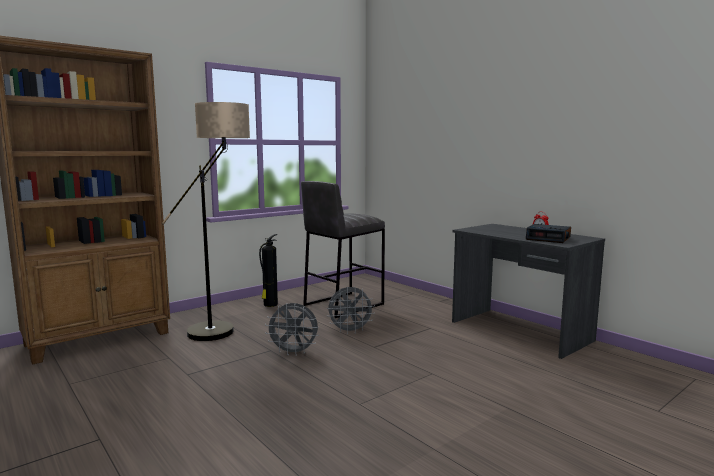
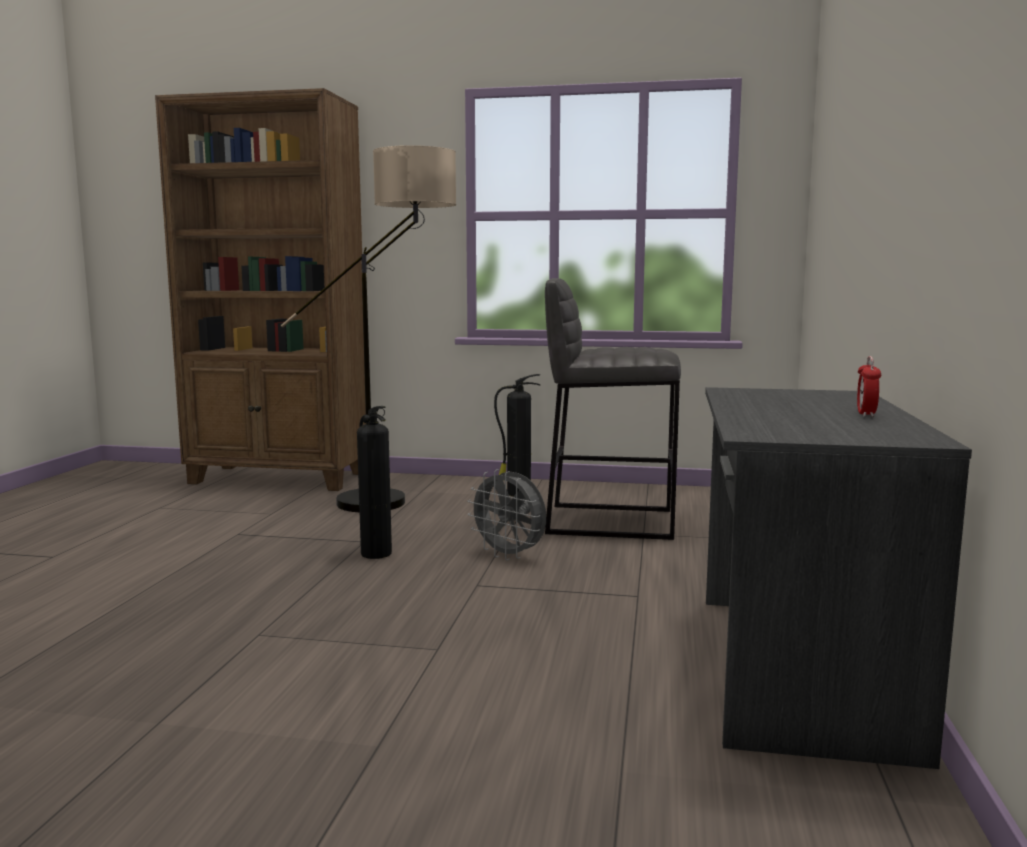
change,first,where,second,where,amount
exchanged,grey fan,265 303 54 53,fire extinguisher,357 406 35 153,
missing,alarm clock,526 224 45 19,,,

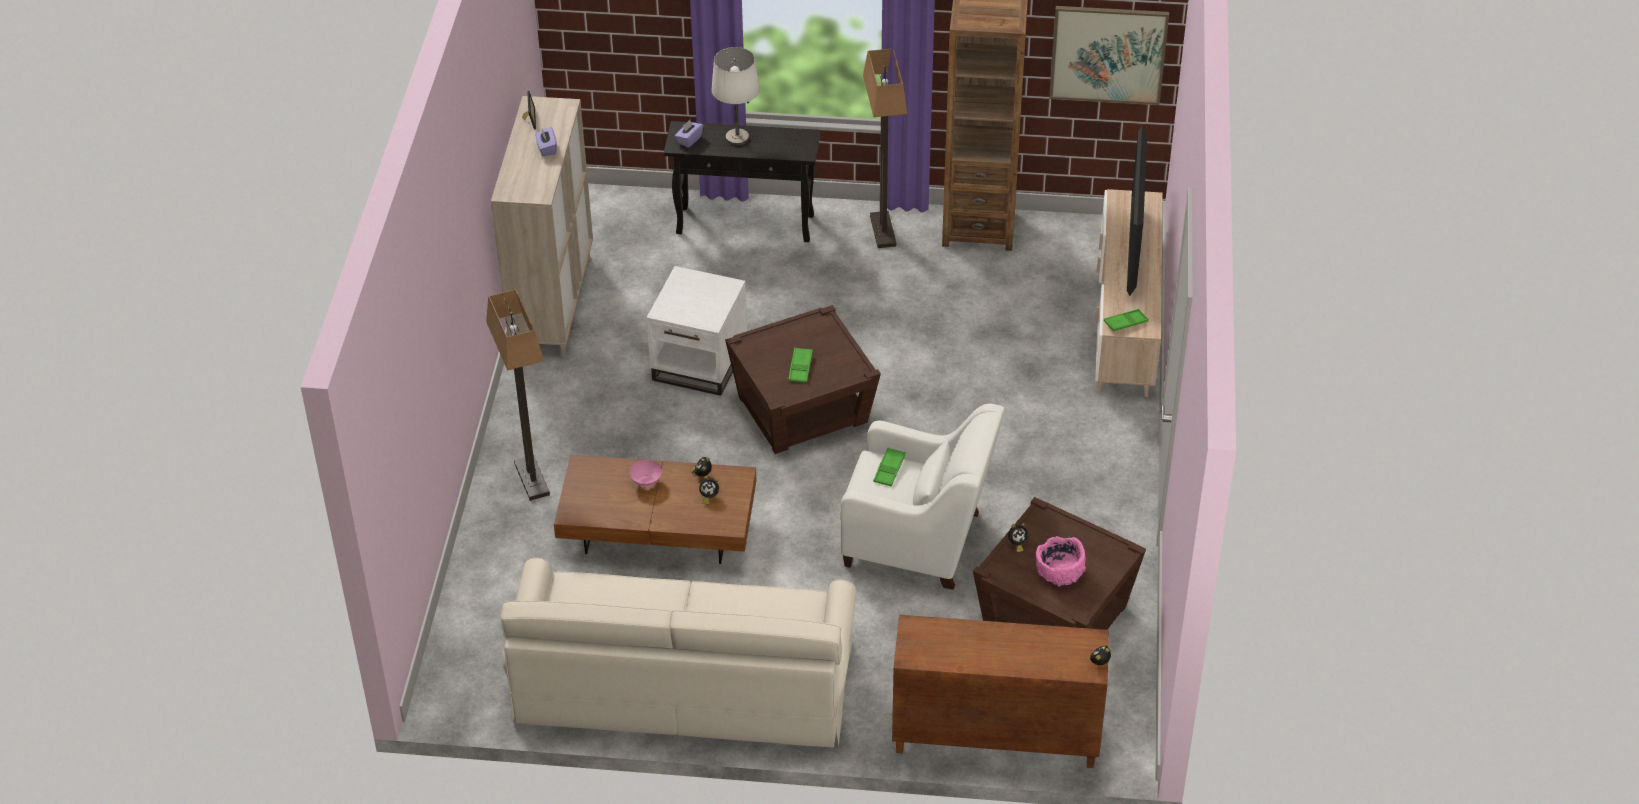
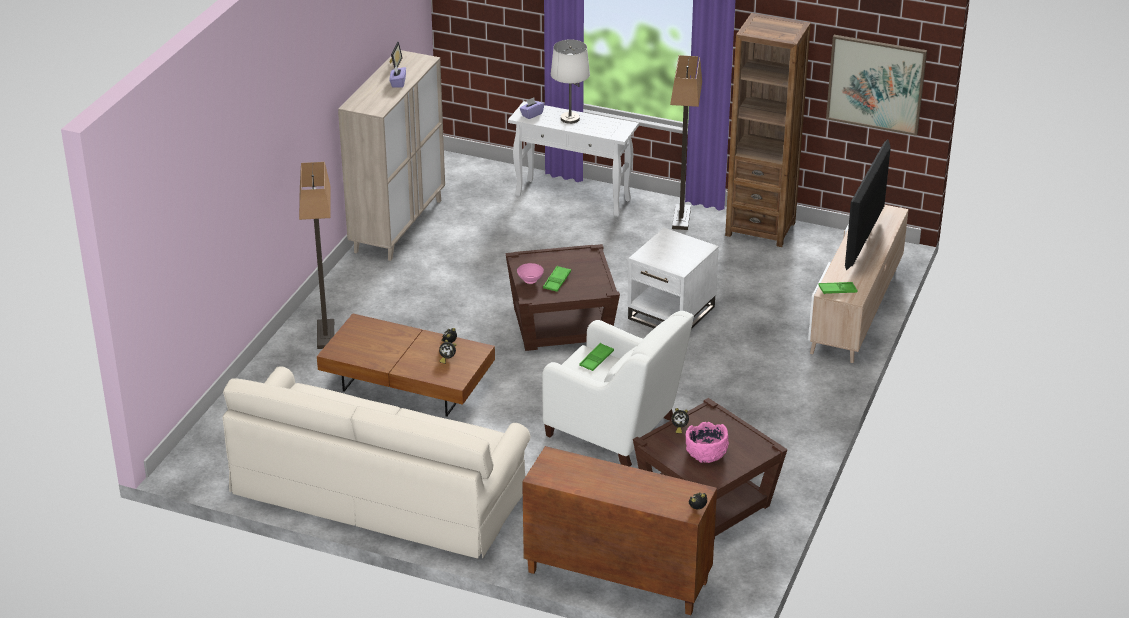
change,first,where,second,where,amount
relocated,pink bowl,629 460 33 27,,517 263 27 21,
relocated,white side table,647 266 100 130,,628 228 91 101,
colour,black console table,664 121 156 121,white console table,508 101 131 116,

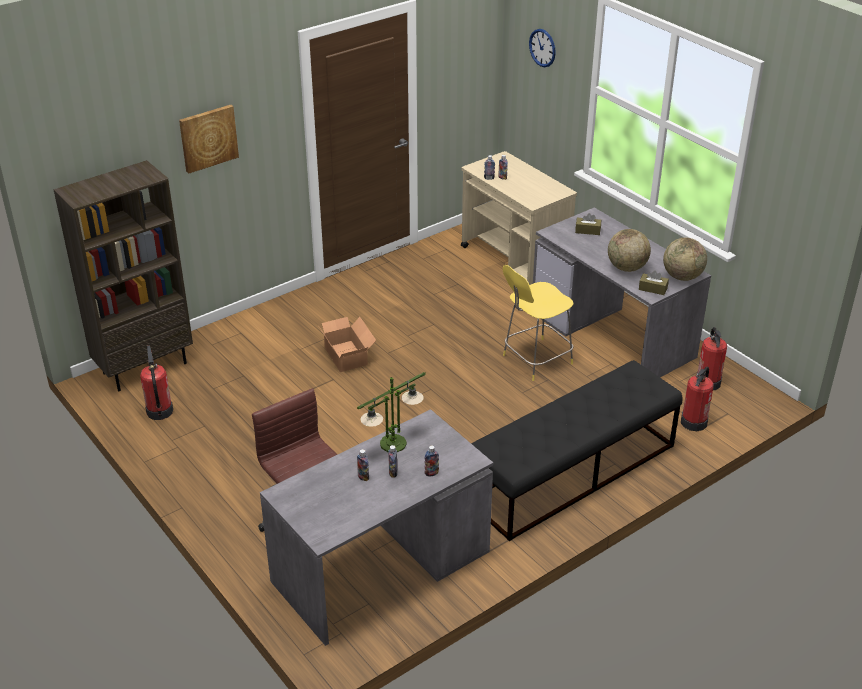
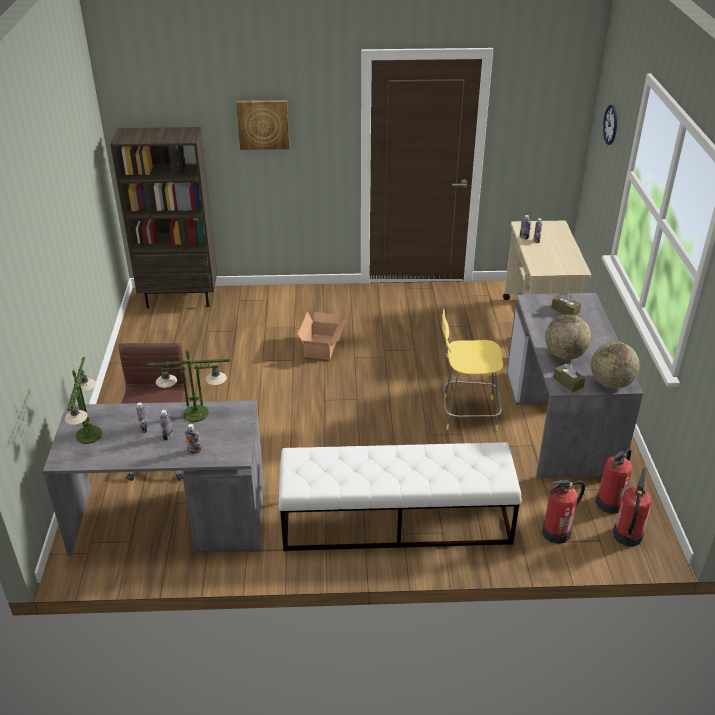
change,first,where,second,where,amount
relocated,fire extinguisher,140 345 33 75,,613 467 39 80,
colour,black bench,471 360 211 181,white bench,278 442 244 109,
appeared,,,table lamp,64 357 38 87,

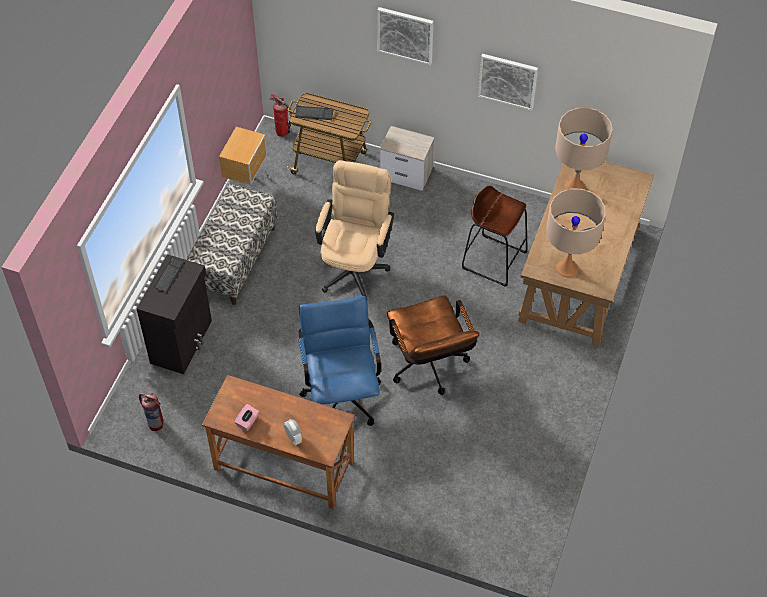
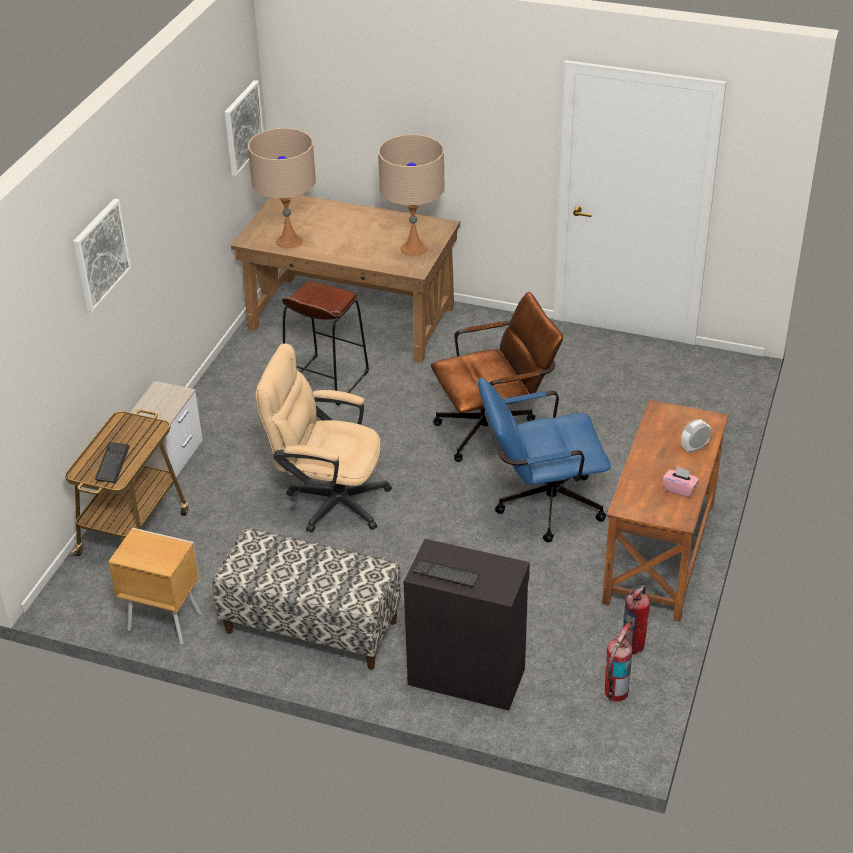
change,first,where,second,where,amount
relocated,fire extinguisher,270 94 22 43,,623 585 27 69,
relocated,picture,478 54 60 57,,225 80 39 96,

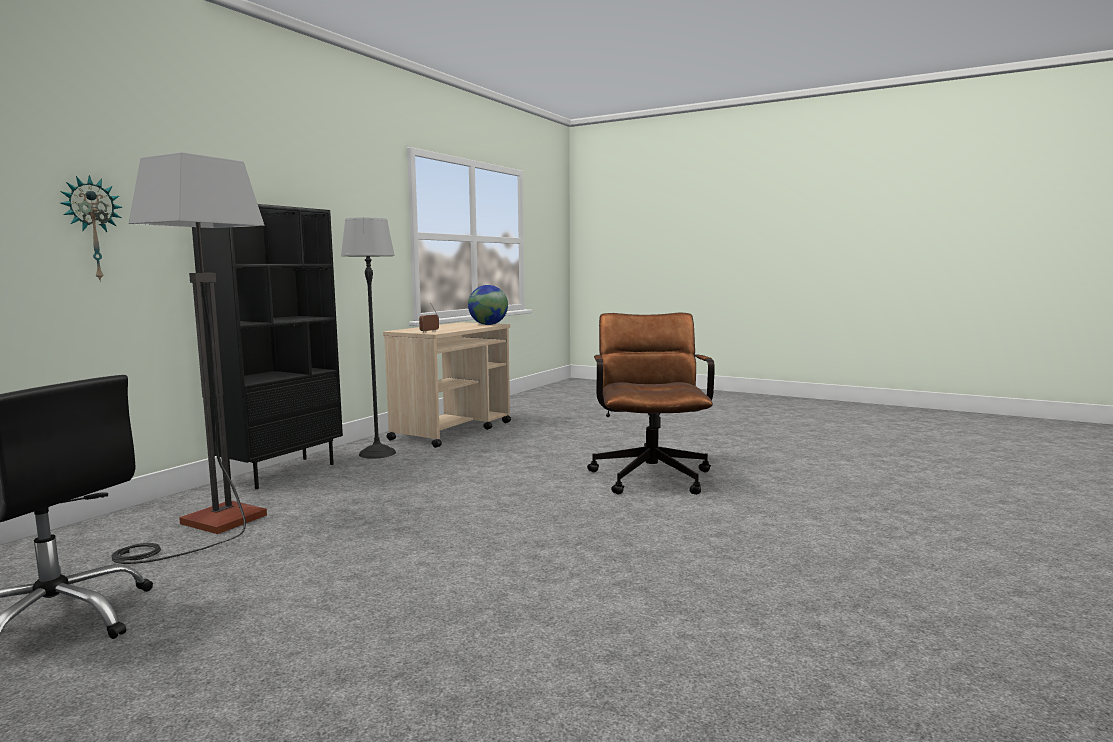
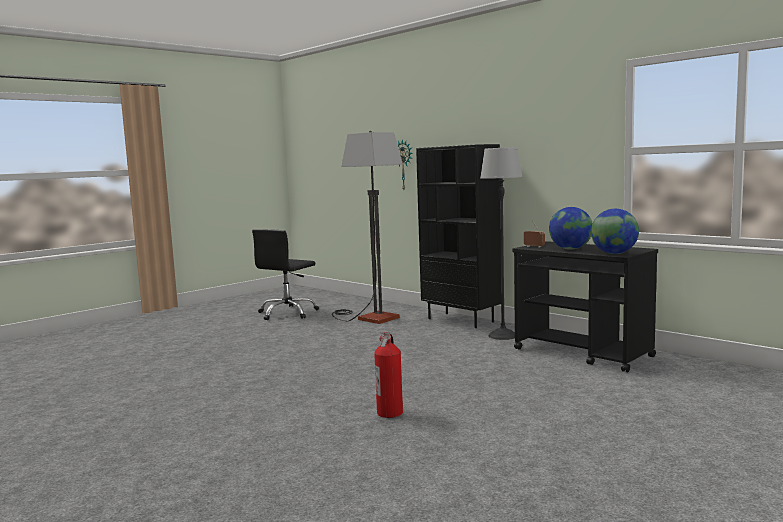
change,first,where,second,where,amount
colour,beige cart,383 322 128 126,black cart,513 241 145 131,
exchanged,brown office chair,587 313 128 182,fire extinguisher,374 332 29 86,
appeared,,,globe,549 207 44 43,

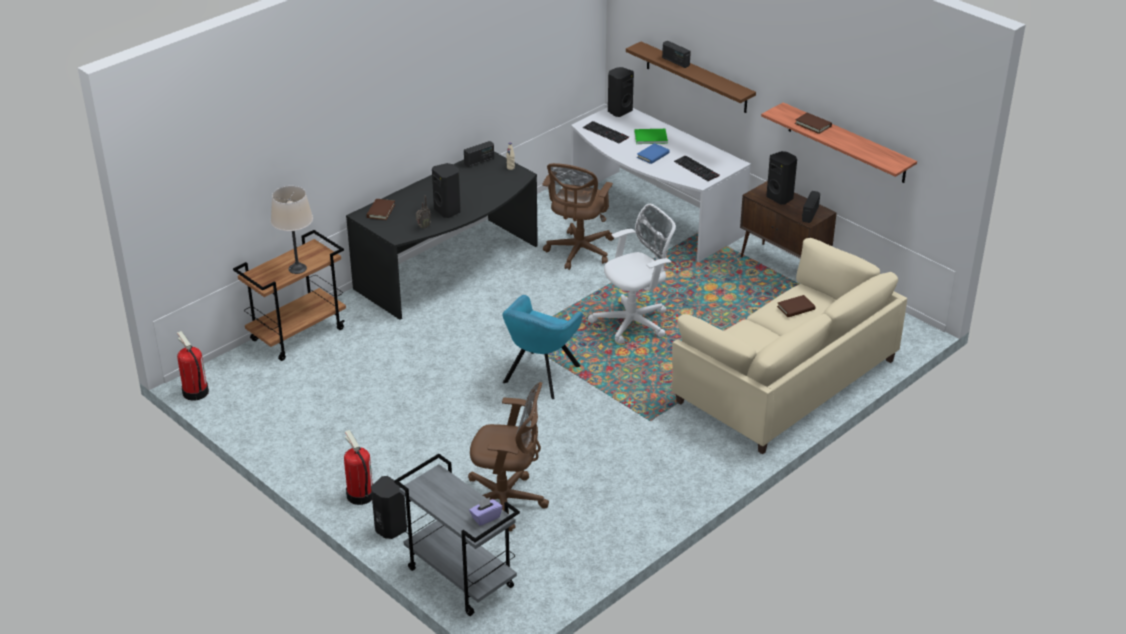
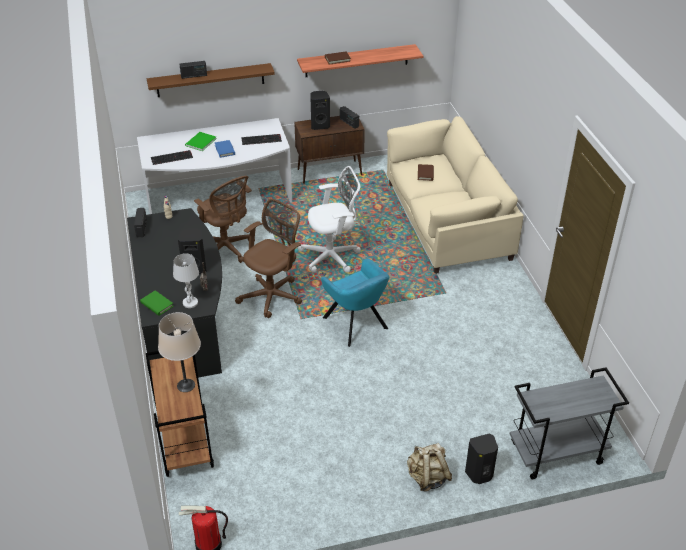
change,first,where,second,where,amount
exchanged,fire extinguisher,344 430 29 75,beige backpack,407 443 45 49,
colour,brown book,366 199 29 21,green book,140 290 34 26,
relocated,brown office chair,468 382 81 149,,235 199 67 119,
missing,purple tissue box,469 497 33 29,,,
spun,white office chair,588 204 88 140,,298 166 63 106,75 degrees clockwise
missing,black speaker,608 67 26 50,,,
appeared,,,white table lamp,173 253 26 55,

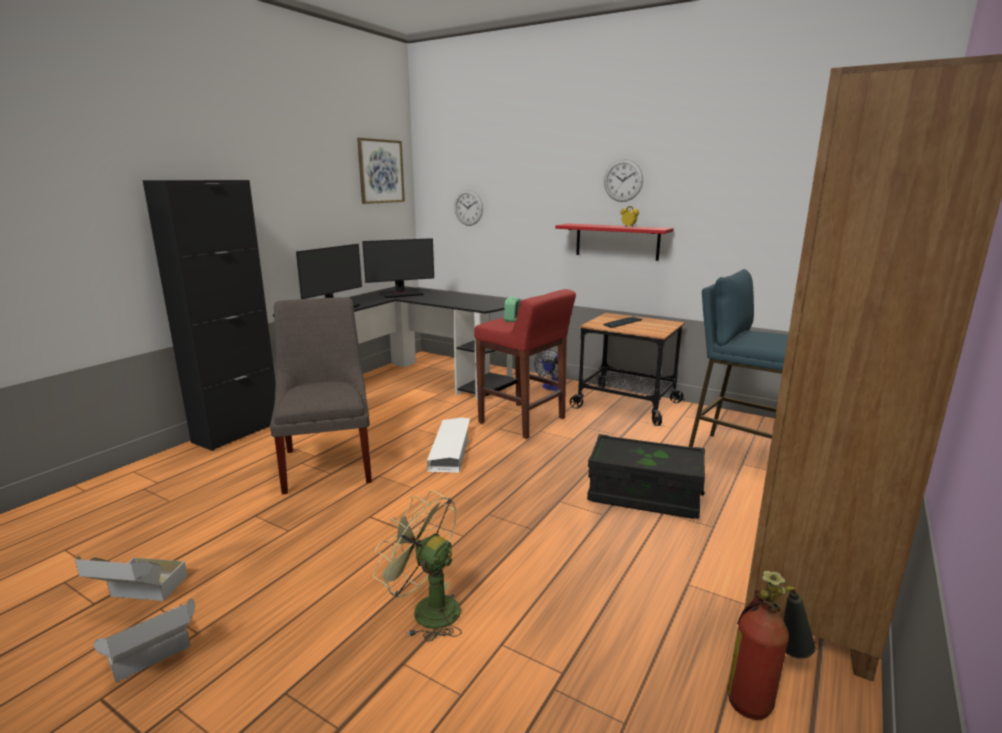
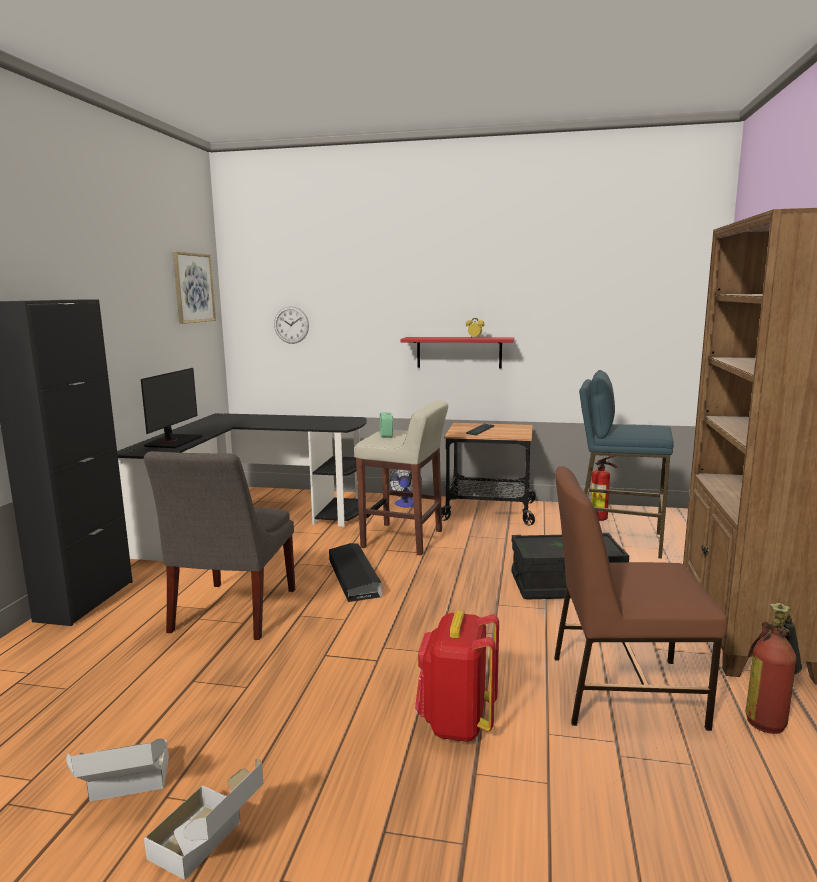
change,first,where,second,where,amount
spun,grey chair,270 297 102 198,,144 451 151 189,135 degrees counterclockwise
missing,monitor,362 238 72 60,,,
exchanged,green fan,373 490 89 152,red backpack,415 610 84 132,
colour,white storage box,427 417 43 56,black storage box,329 543 53 59,
colour,red stool,474 289 102 150,beige stool,354 400 94 155,
missing,wall clock,604 159 39 43,,,
appeared,,,brown chair,554 466 173 265,
appeared,,,fire extinguisher,591 456 27 65,

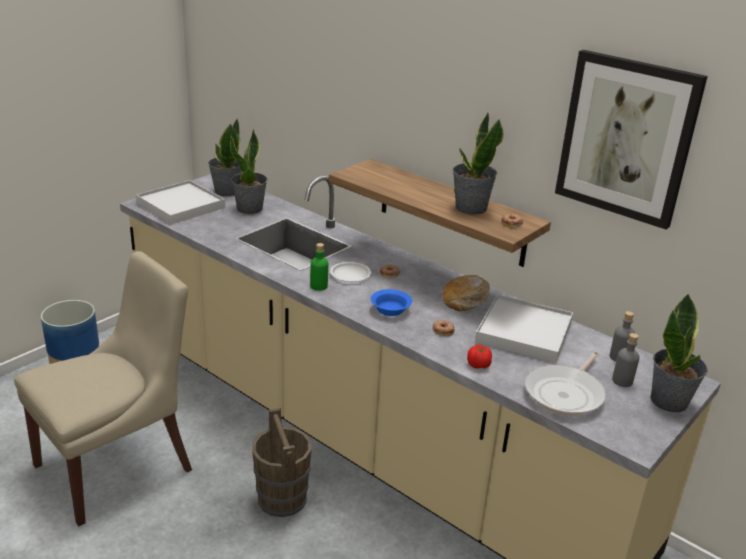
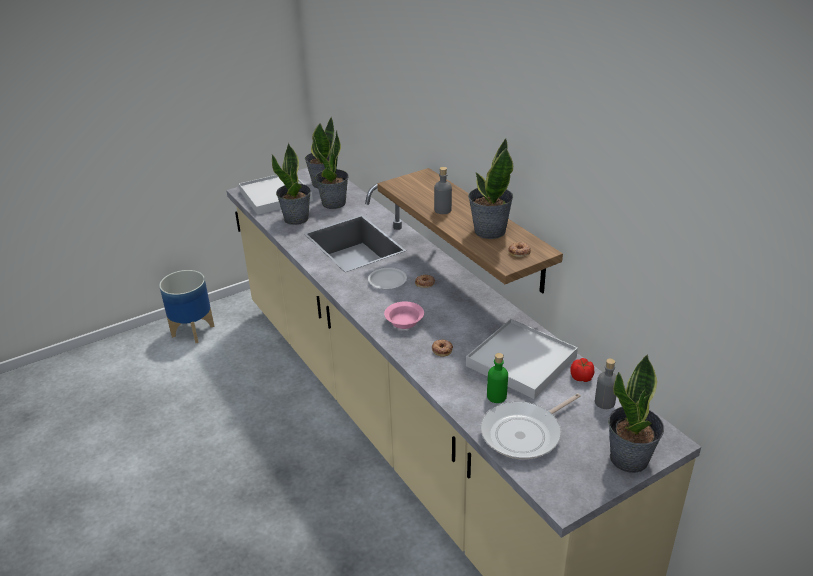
change,first,where,second,where,amount
missing,beige chair,14 251 178 275,,,
missing,brown bucket,252 408 60 109,,,
relocated,green bottle,310 243 18 48,,487 353 21 50,
colour,blue bowl,371 289 41 27,pink bowl,384 301 40 28,
missing,bread,443 275 47 36,,,
relocated,tomato,467 344 25 24,,571 358 23 24,
missing,picture,555 50 153 179,,,
relocated,grey bottle,612 333 28 54,,434 167 18 47,
appeared,,,potted plant,272 143 39 82,

